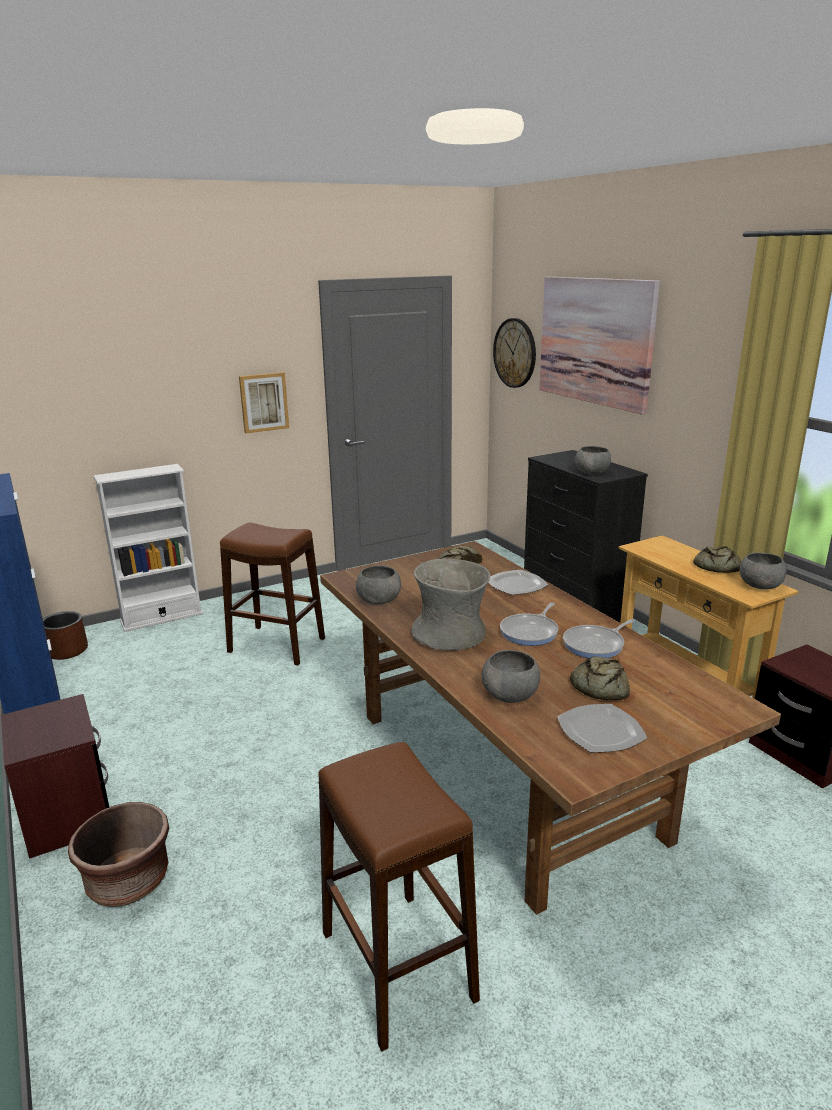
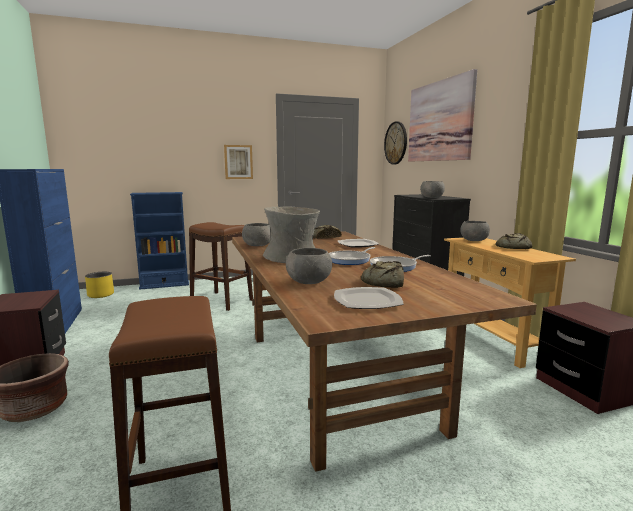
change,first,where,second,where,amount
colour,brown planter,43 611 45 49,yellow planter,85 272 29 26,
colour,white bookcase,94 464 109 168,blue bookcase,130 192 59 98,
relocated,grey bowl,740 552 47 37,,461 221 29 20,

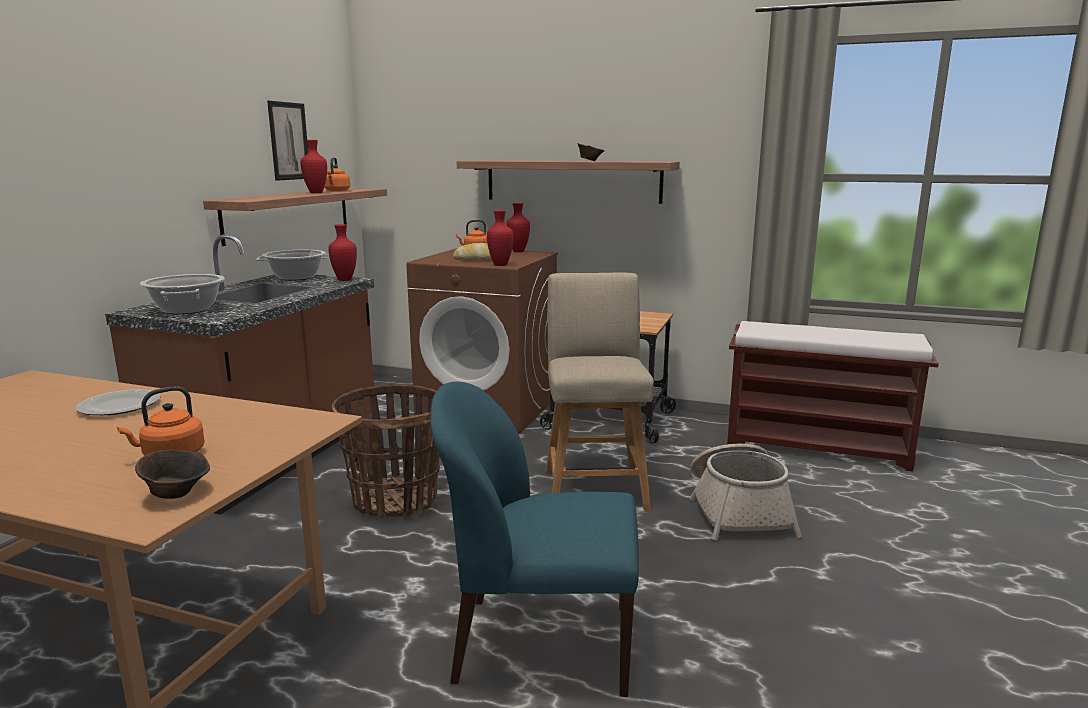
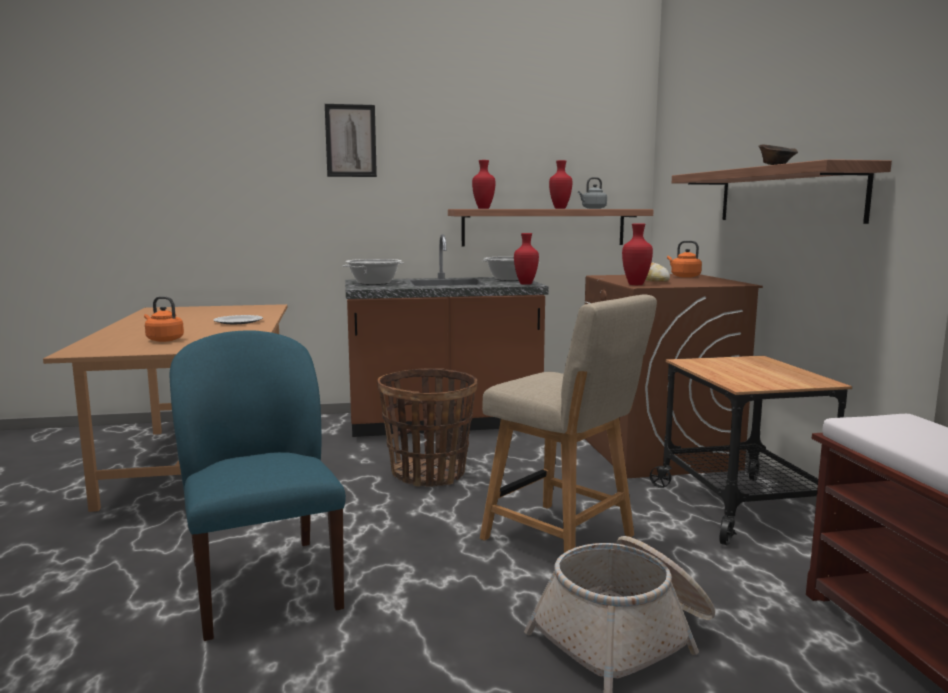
change,first,where,second,where,amount
missing,brown bowl,135 450 75 49,,,
relocated,picture,267 101 41 80,,325 104 52 73,
colour,orange kettle,324 157 26 34,grey kettle,578 177 29 32,
relocated,red vase,506 203 24 49,,472 160 23 49,
spun,beige chair,546 273 108 239,,480 294 177 259,75 degrees clockwise

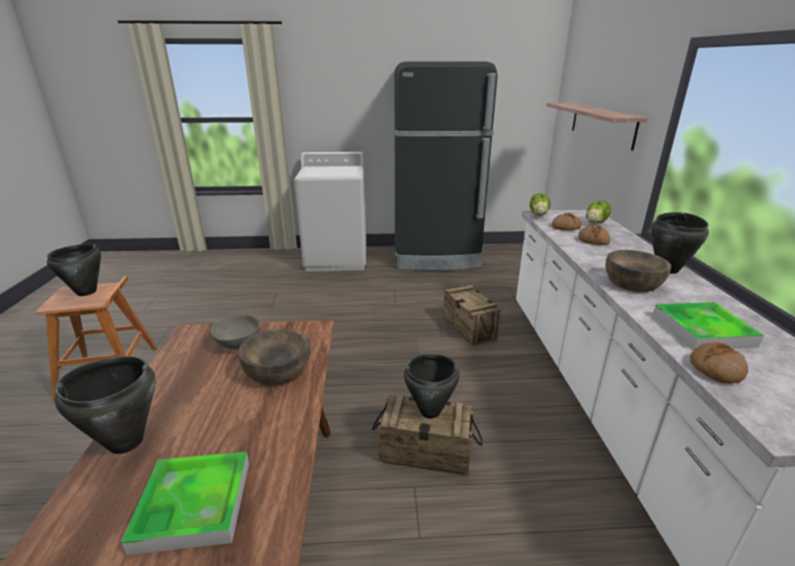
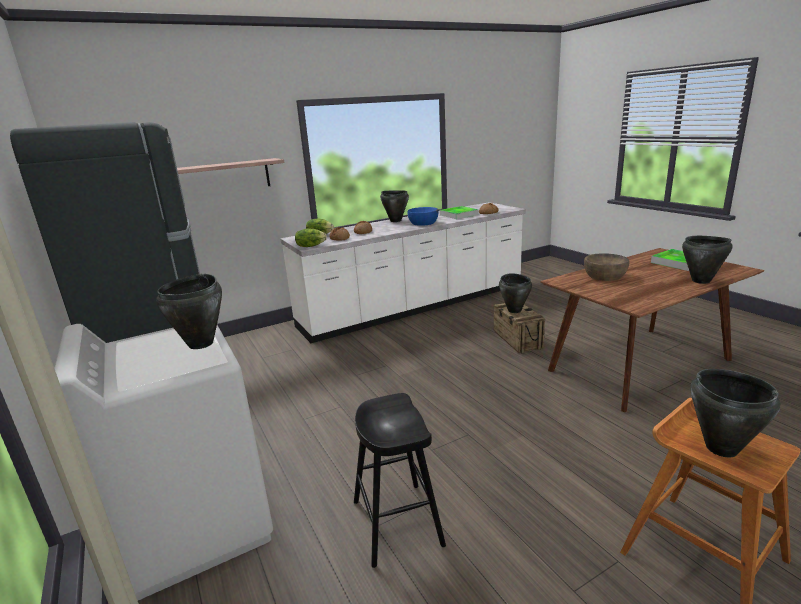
change,first,where,second,where,amount
missing,grey bowl,211 315 49 34,,,
missing,crate,443 285 58 61,,,
colour,brown bowl,605 250 66 42,blue bowl,408 207 30 19,
appeared,,,black cooking pot,156 274 66 75,
appeared,,,black stool,354 393 92 175,

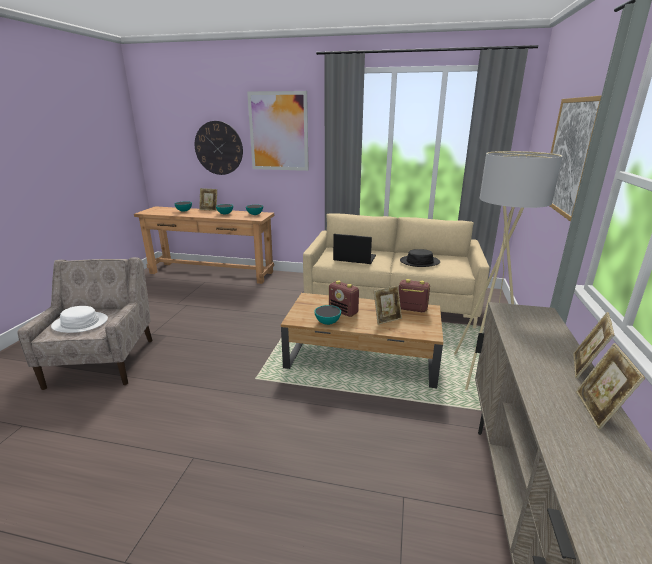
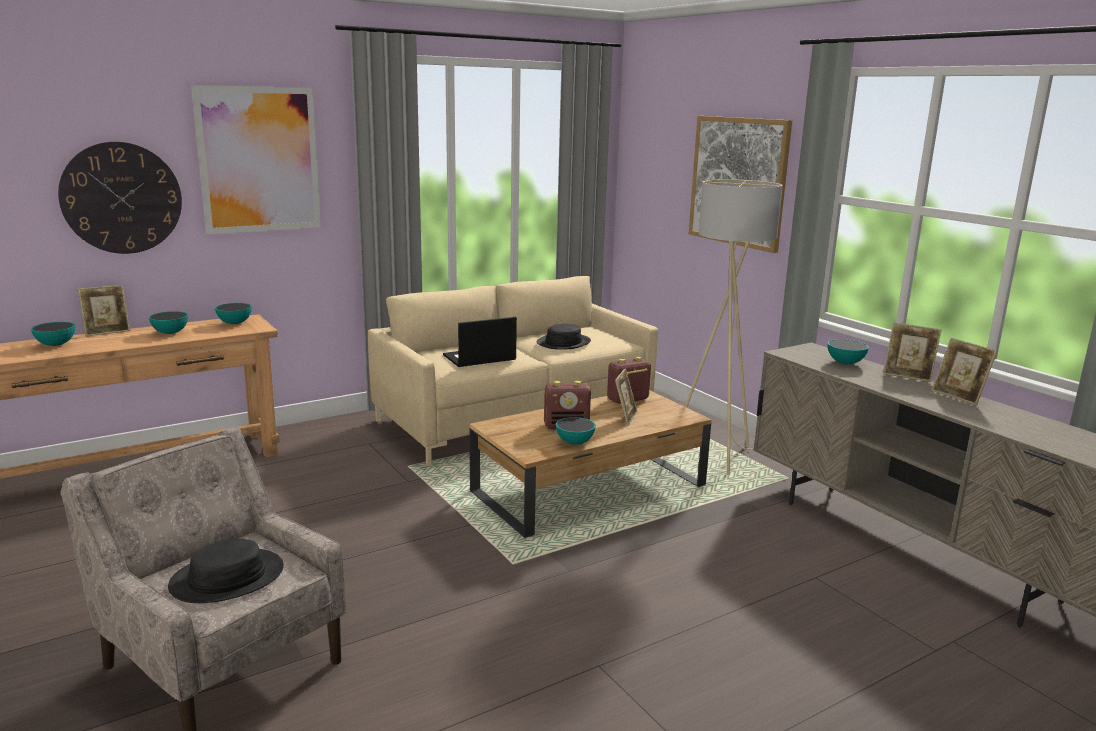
change,first,where,second,where,amount
colour,white hat,51 306 57 27,black hat,168 539 116 64,
spun,picture frame,573 312 41 67,,883 322 59 60,45 degrees counterclockwise
appeared,,,bowl,827 339 42 25,

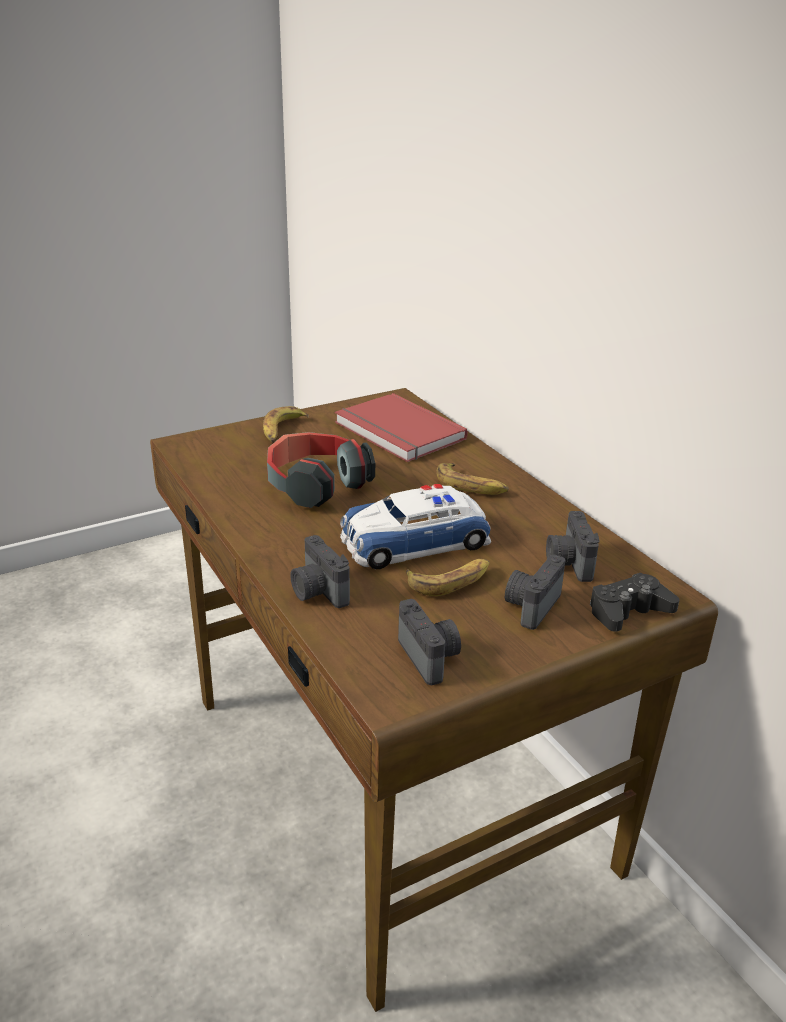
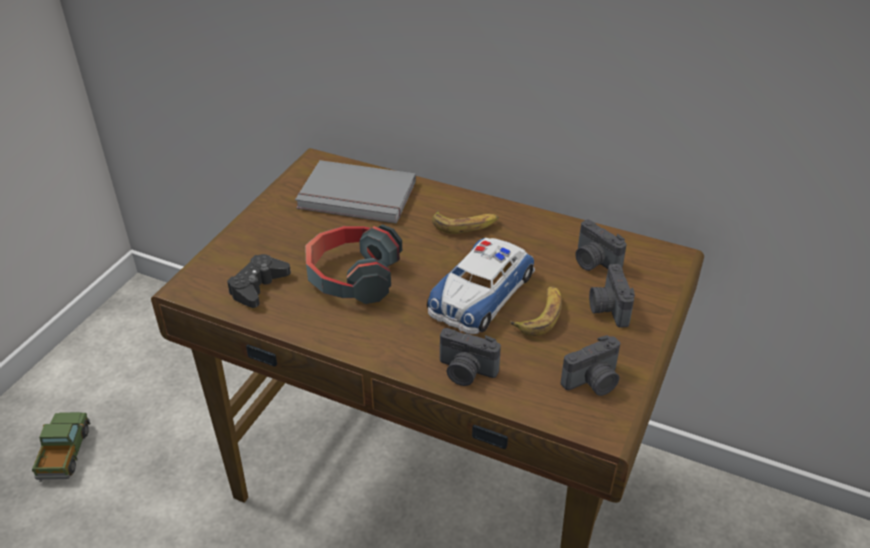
change,first,where,second,where,amount
missing,banana,263 406 46 37,,,
colour,red book,335 393 133 69,grey book,295 160 121 64,
spun,photo camera,398 599 63 86,,561 335 59 61,120 degrees clockwise
relocated,black game controller,590 573 90 59,,227 254 64 54,
appeared,,,toy truck,32 412 58 70,

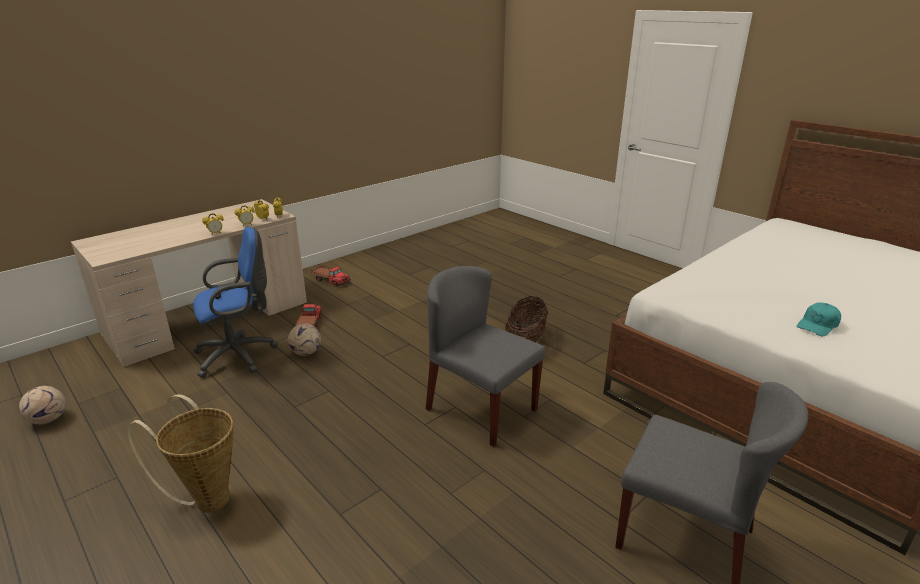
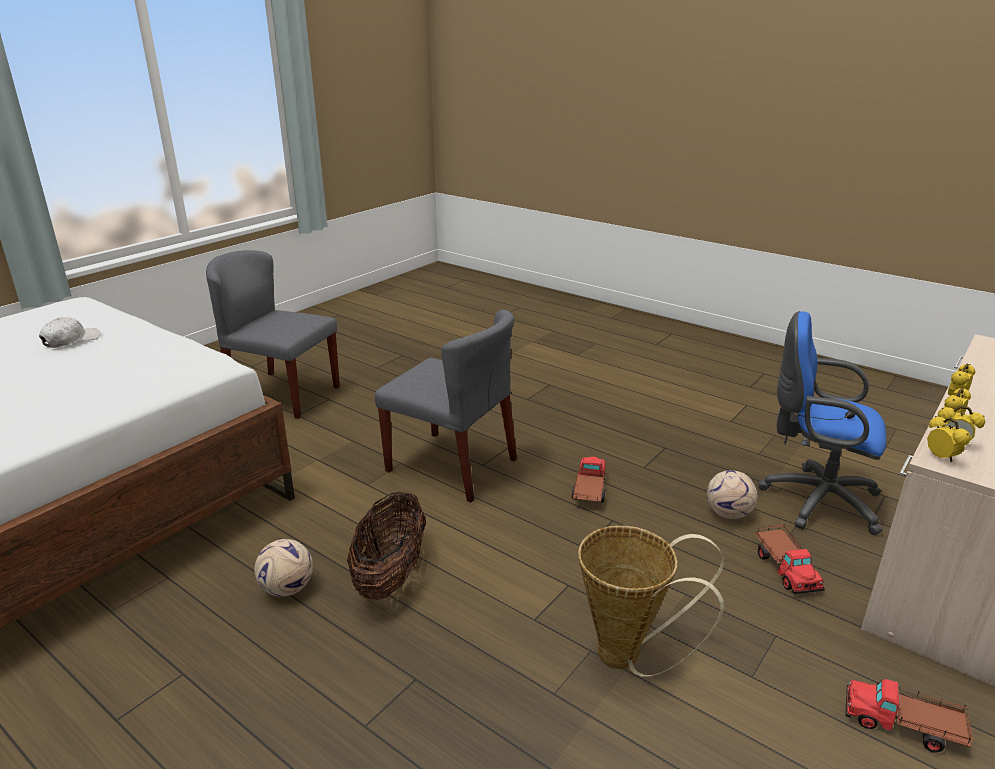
change,first,where,second,where,amount
relocated,football,19 386 47 38,,254 539 59 58,
relocated,basket,128 394 106 119,,578 526 147 151,
spun,blue office chair,193 227 85 151,,758 311 128 224,60 degrees clockwise
colour,turquoise cap,797 303 44 33,white cap,39 317 61 31,
appeared,,,toy truck,572 457 34 45,

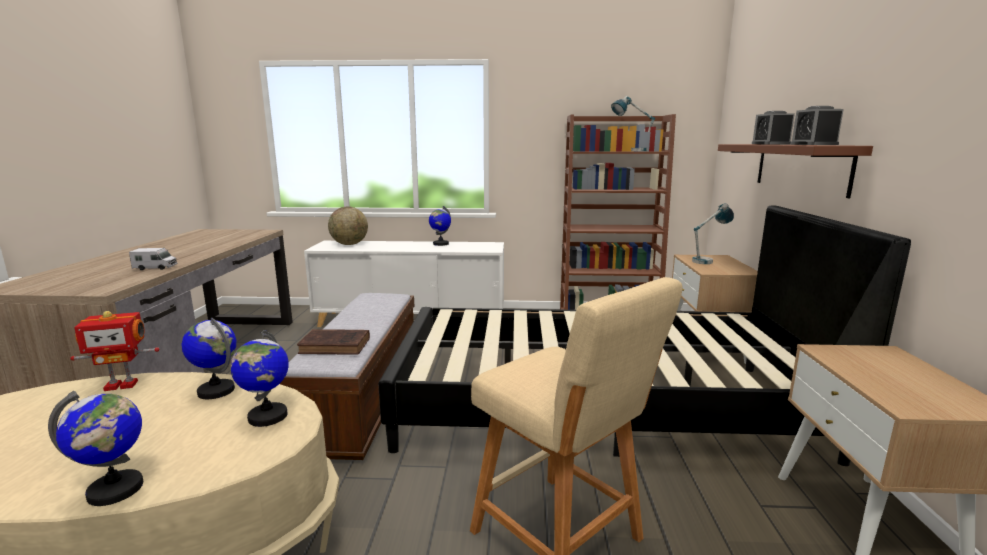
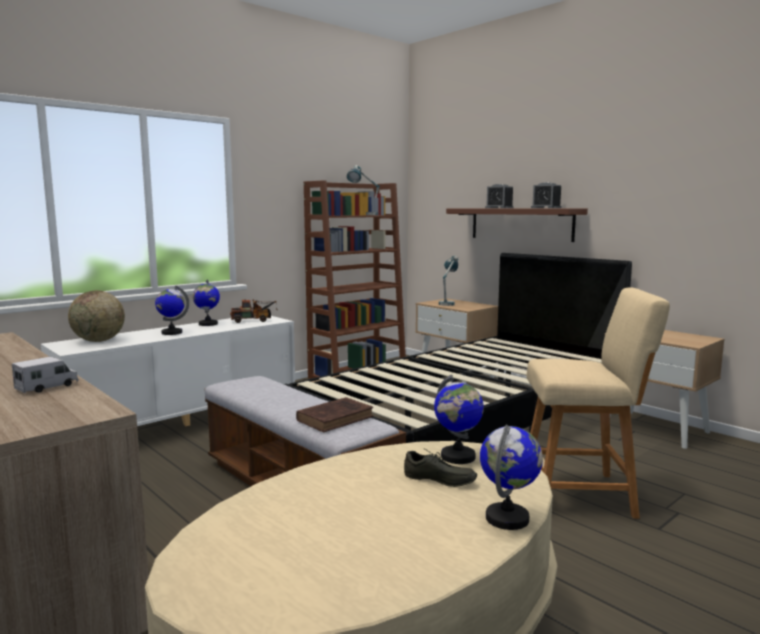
change,first,where,second,where,amount
missing,toy robot,70 311 89 80,,,
relocated,globe,182 318 54 81,,155 286 34 49,
appeared,,,toy truck,230 299 48 24,
appeared,,,grey shoe,404 448 73 39,

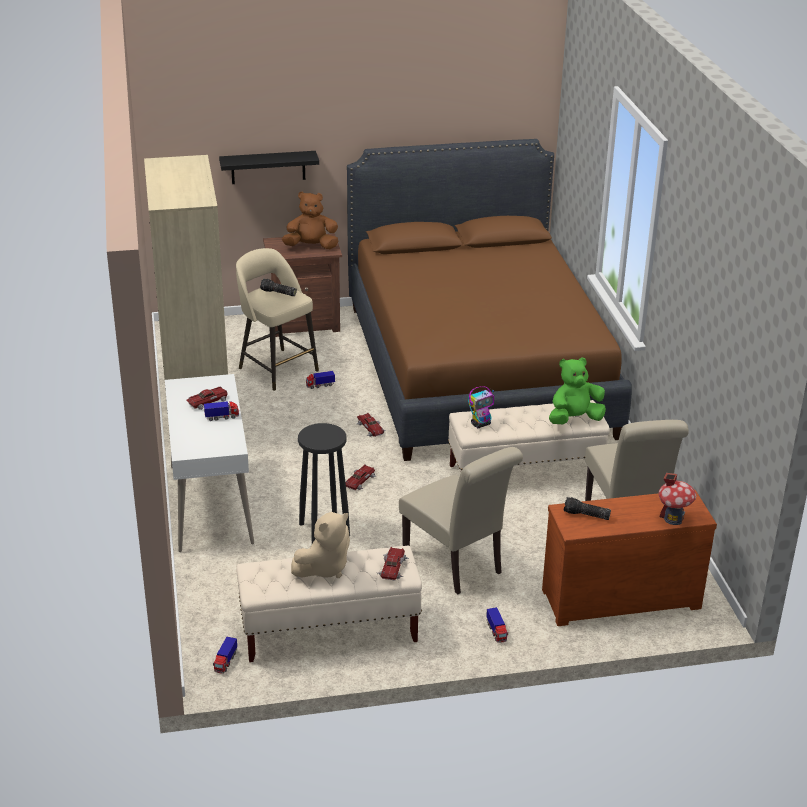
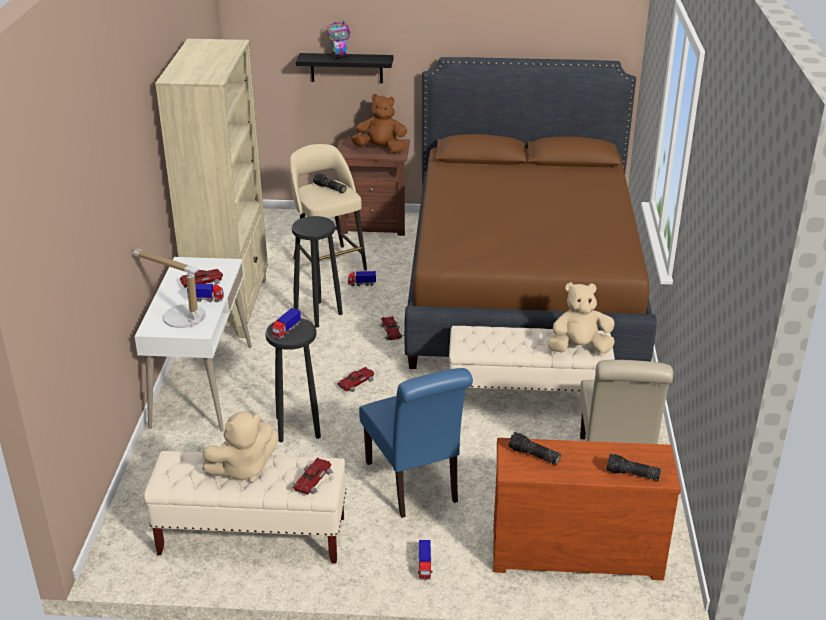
change,first,where,second,where,amount
relocated,toy truck,213 637 24 37,,271 308 30 31,
colour,beige chair,399 447 124 148,blue chair,359 368 114 150,
relocated,toy robot,468 386 26 42,,327 21 23 38,
colour,green plush toy,549 357 57 67,beige plush toy,547 282 68 72,
exchanged,toy house,659 473 37 52,flashlight,606 454 55 27,
appeared,,,table lamp,132 249 74 79,
appeared,,,black stool,292 216 51 112,

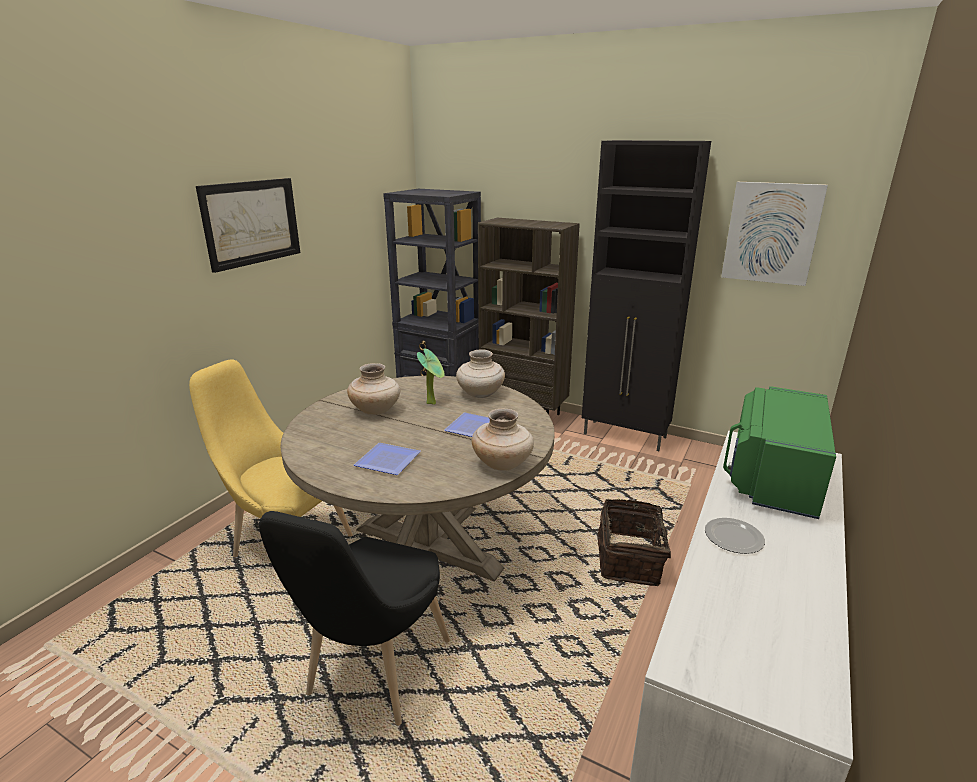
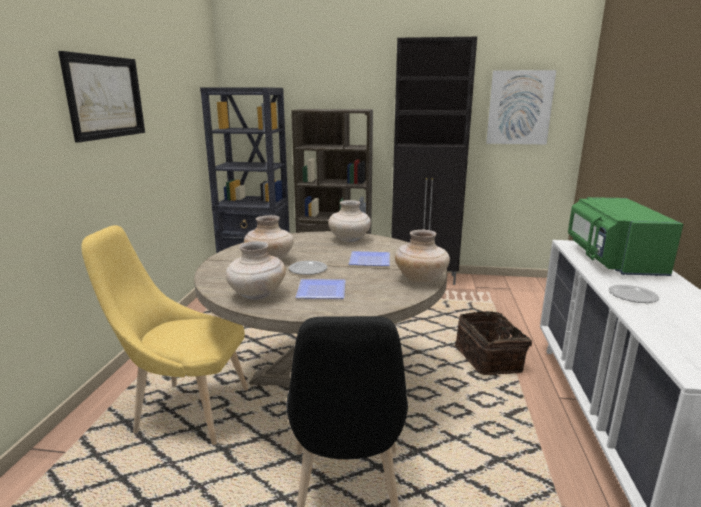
change,first,where,second,where,amount
missing,potted plant,417 348 28 57,,,
appeared,,,beige vase,226 241 60 59,
appeared,,,plate,289 261 38 14,

